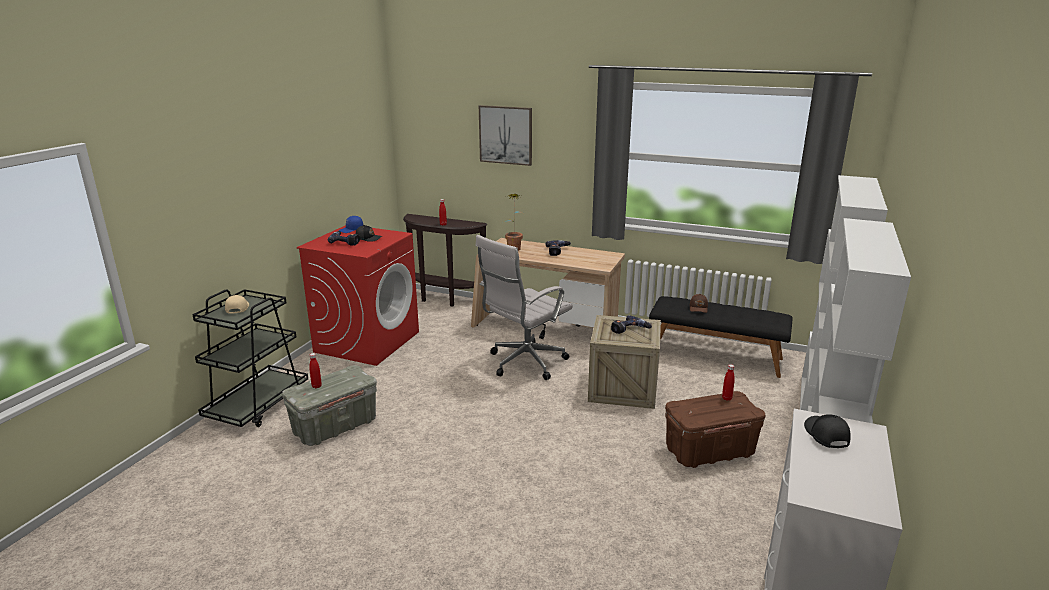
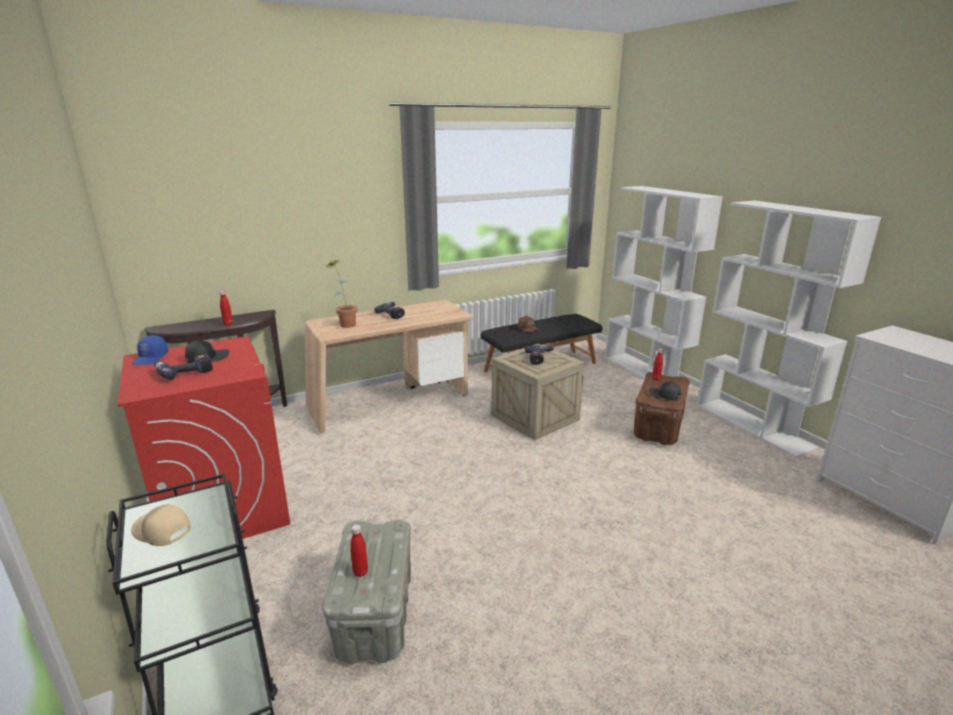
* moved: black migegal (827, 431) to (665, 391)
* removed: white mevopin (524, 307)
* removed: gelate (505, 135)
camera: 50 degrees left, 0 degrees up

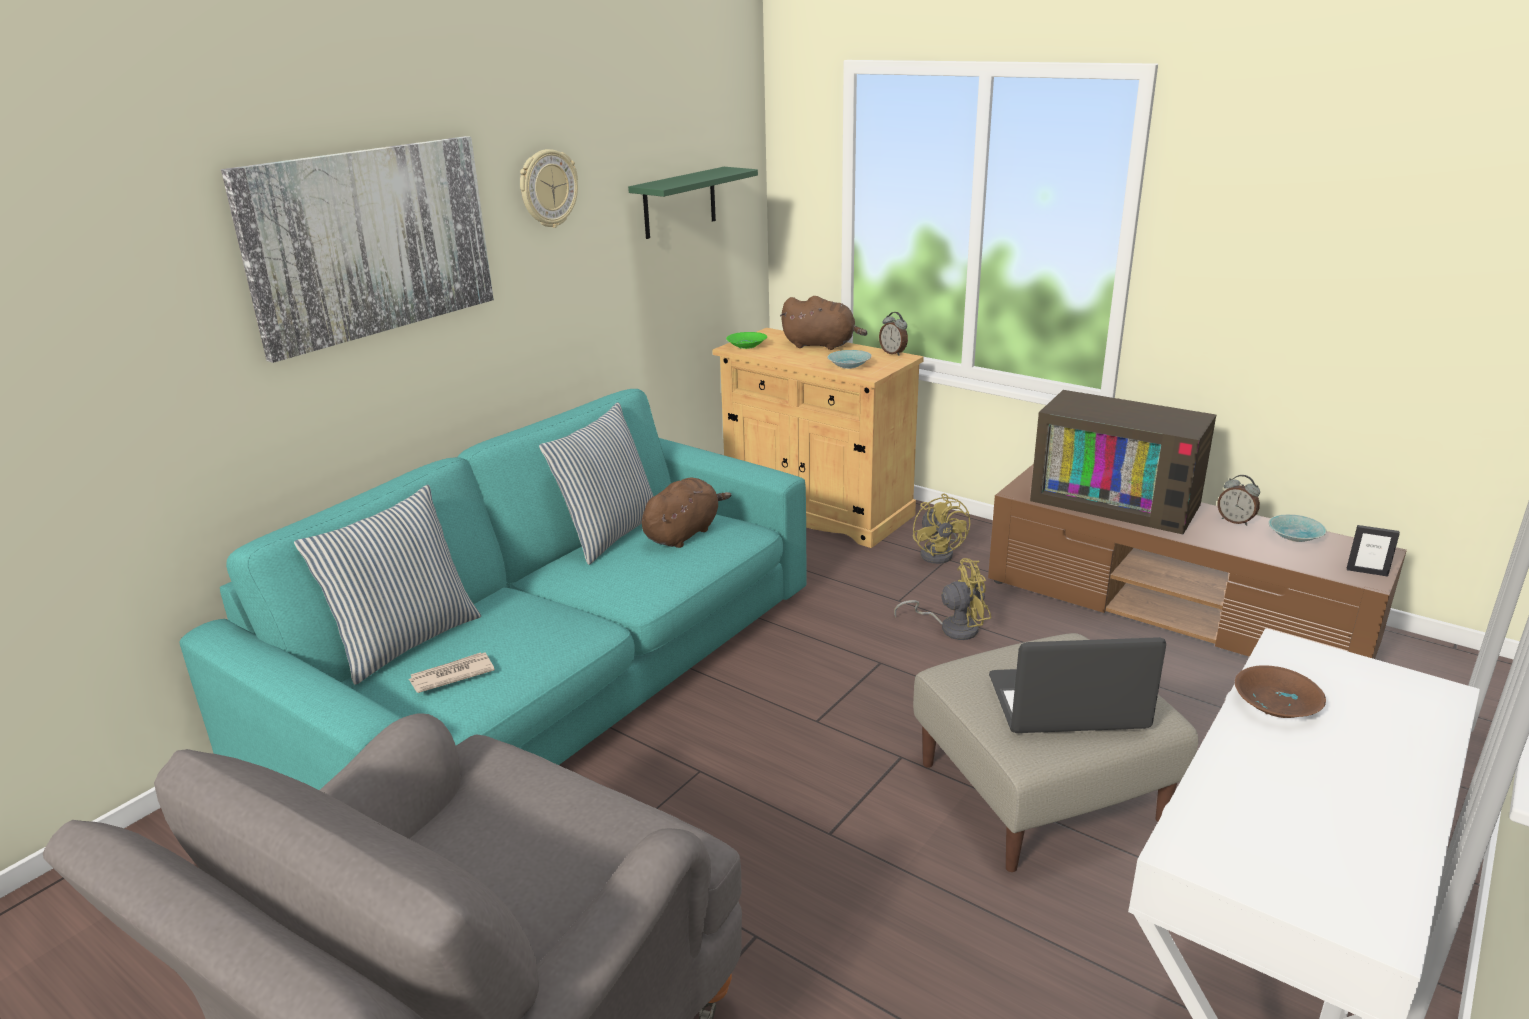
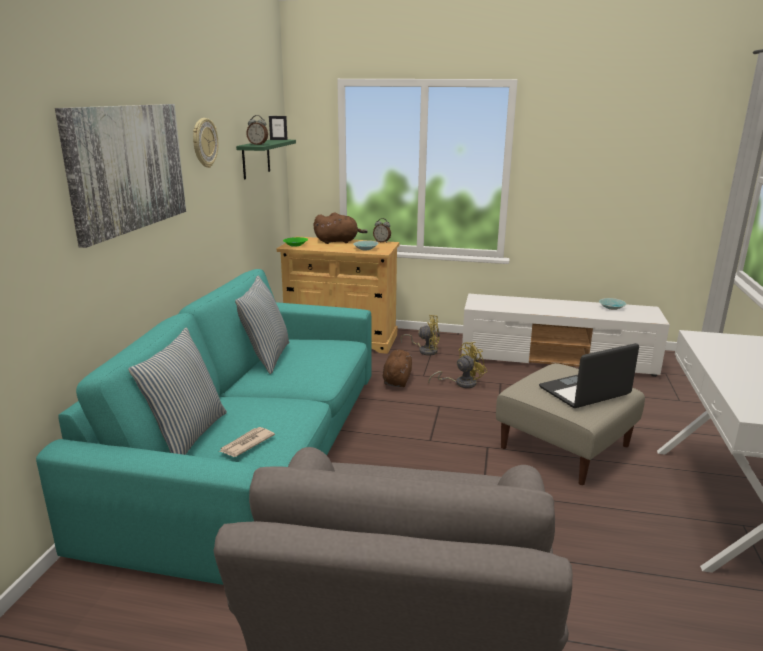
* moved: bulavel (1239, 500) to (257, 130)
* moved: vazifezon (1373, 551) to (278, 128)
* moved: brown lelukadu (687, 513) to (397, 368)
* turned: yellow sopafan (941, 528) = (420, 335) 45 degrees counterclockwise
* recoloured: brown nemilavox (1197, 561) to white nemilavox (566, 335)
* removed: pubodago (1123, 462)
* removed: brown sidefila (1280, 691)
camera: 25 degrees left, 5 degrees down

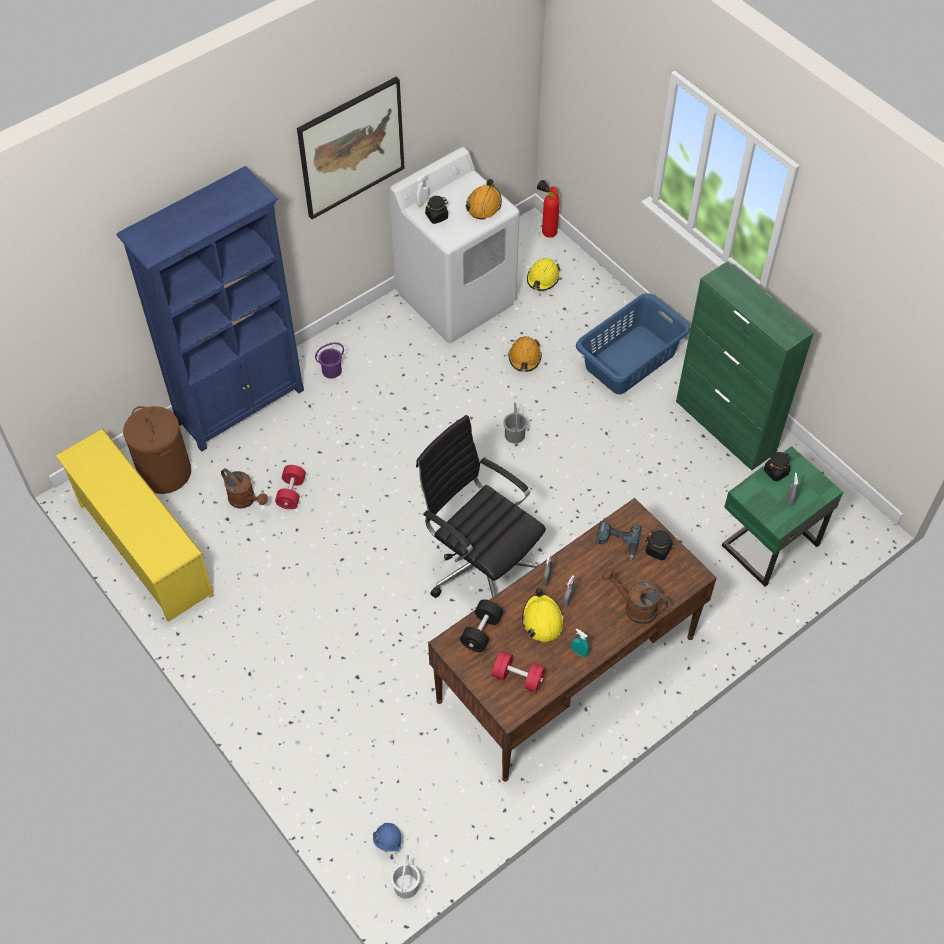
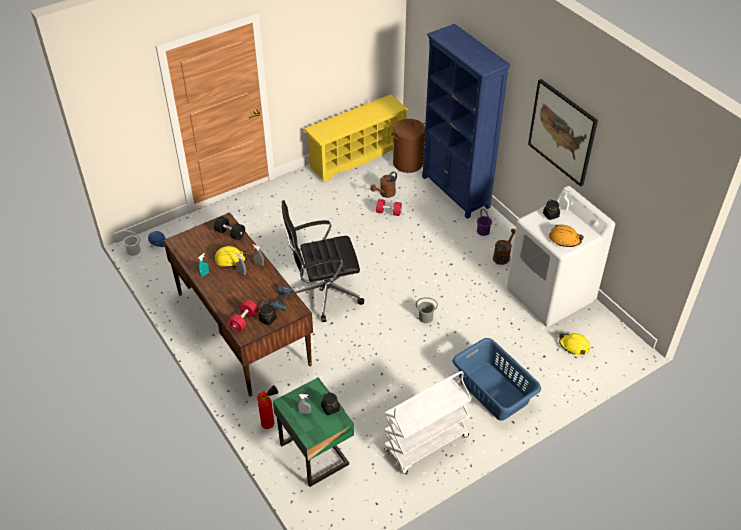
* moved: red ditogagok (518, 672) to (242, 315)
* moved: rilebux (548, 209) to (267, 407)
* turned: black mevopin (481, 506) = (323, 261) 150 degrees counterclockwise
* replaced: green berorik (745, 366) to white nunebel (427, 422)
* moved: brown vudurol (635, 596) to (504, 247)
* removed: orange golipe (525, 354)
camera: 95 degrees right, 10 degrees down

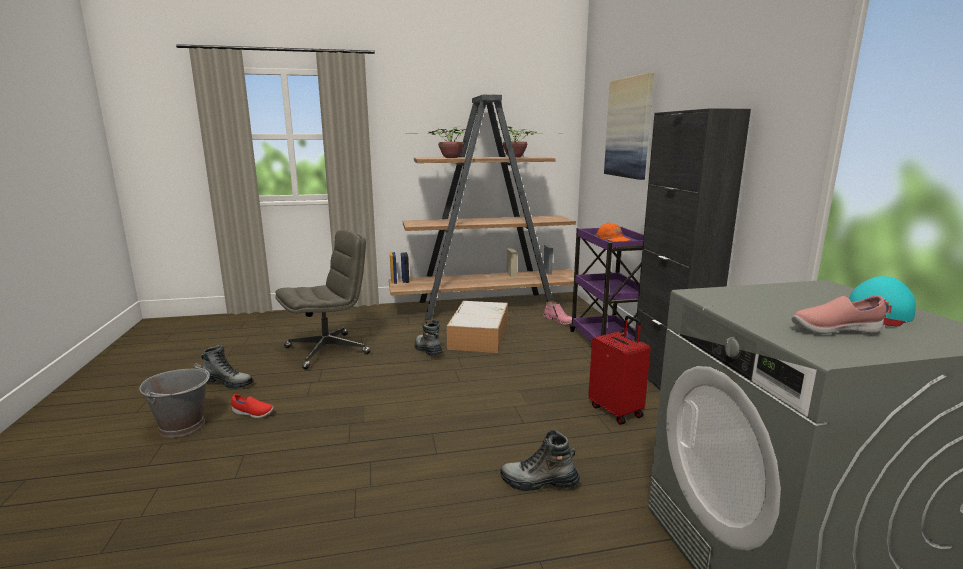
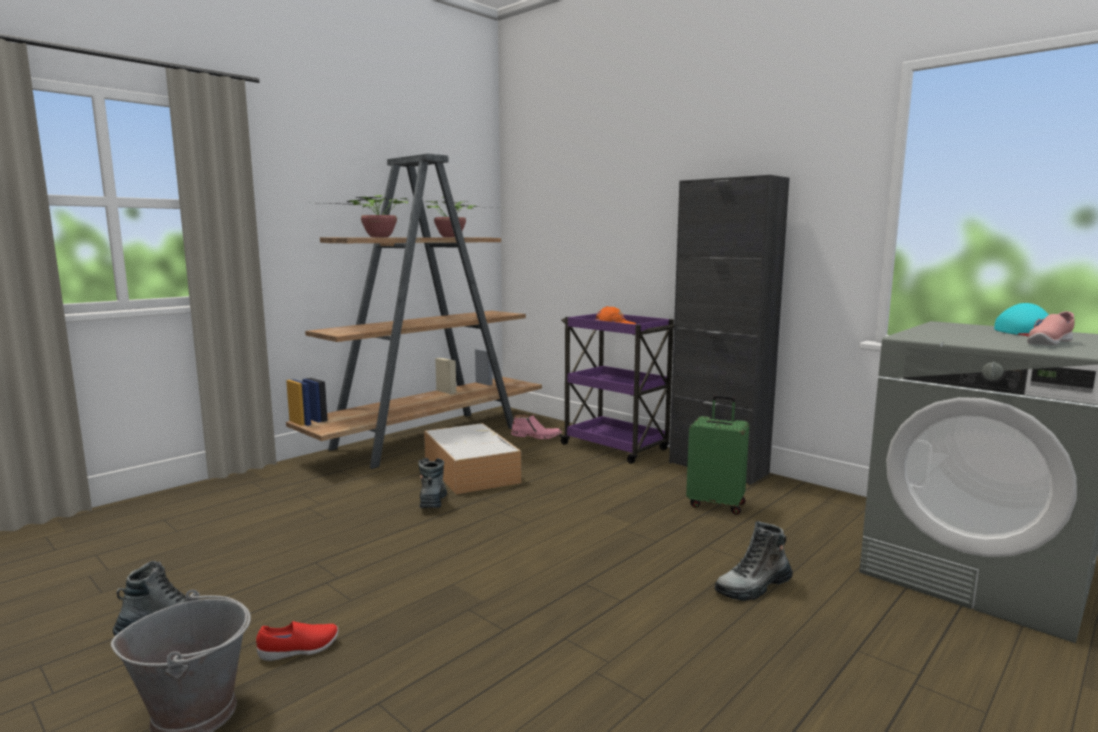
* turned: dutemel (428, 337) = (432, 483) 60 degrees clockwise
* recoloured: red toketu (620, 370) to green toketu (717, 455)
* removed: grey mevopin (322, 300)
* removed: gelate (629, 126)
camera: 35 degrees left, 5 degrees down

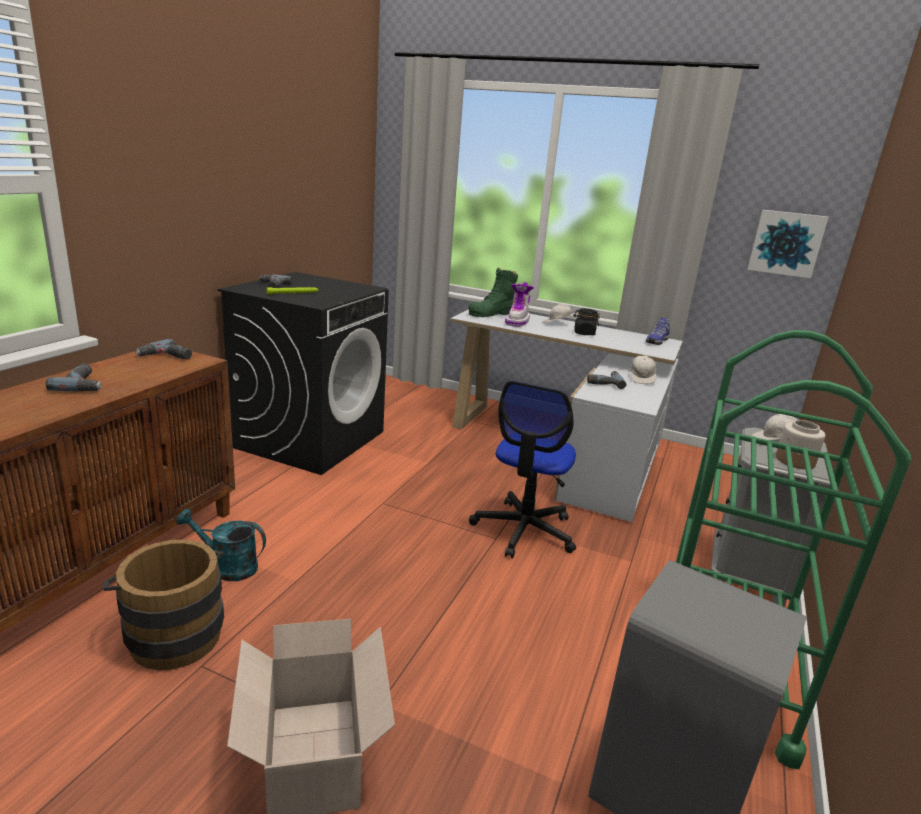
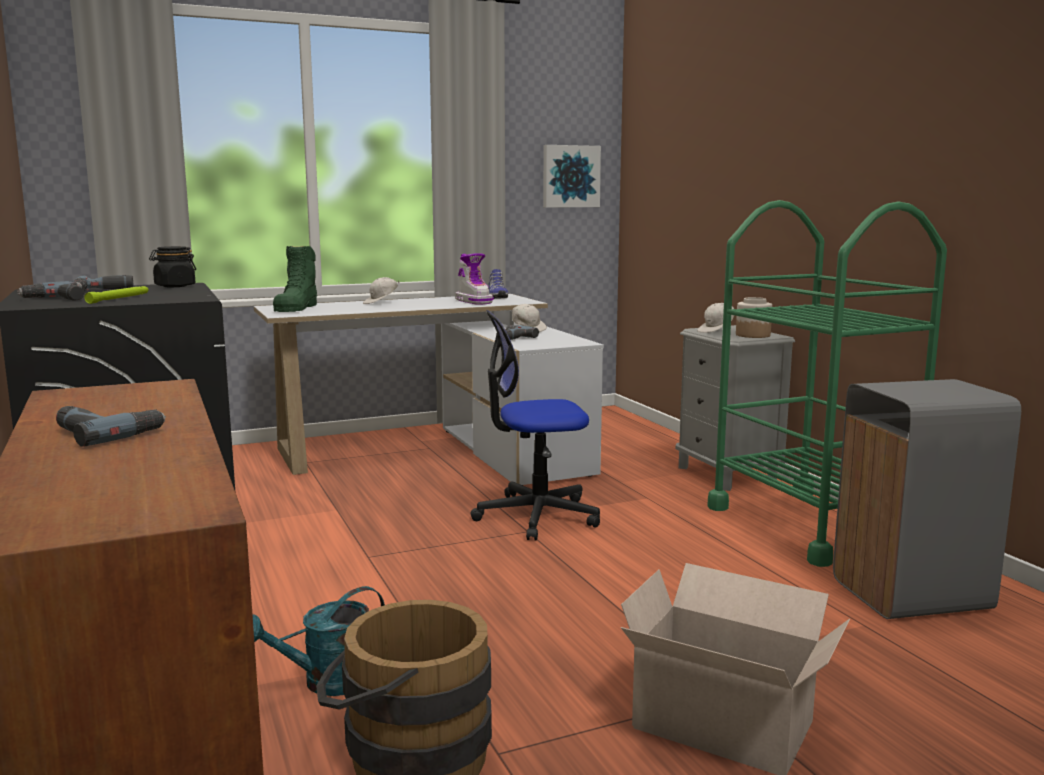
* moved: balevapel (163, 349) to (104, 283)
* moved: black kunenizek (586, 321) to (172, 266)
* moved: dutemel (519, 304) to (474, 279)
* turned: mevopin (522, 469) = (535, 425) 105 degrees clockwise
camera: 45 degrees left, 10 degrees down

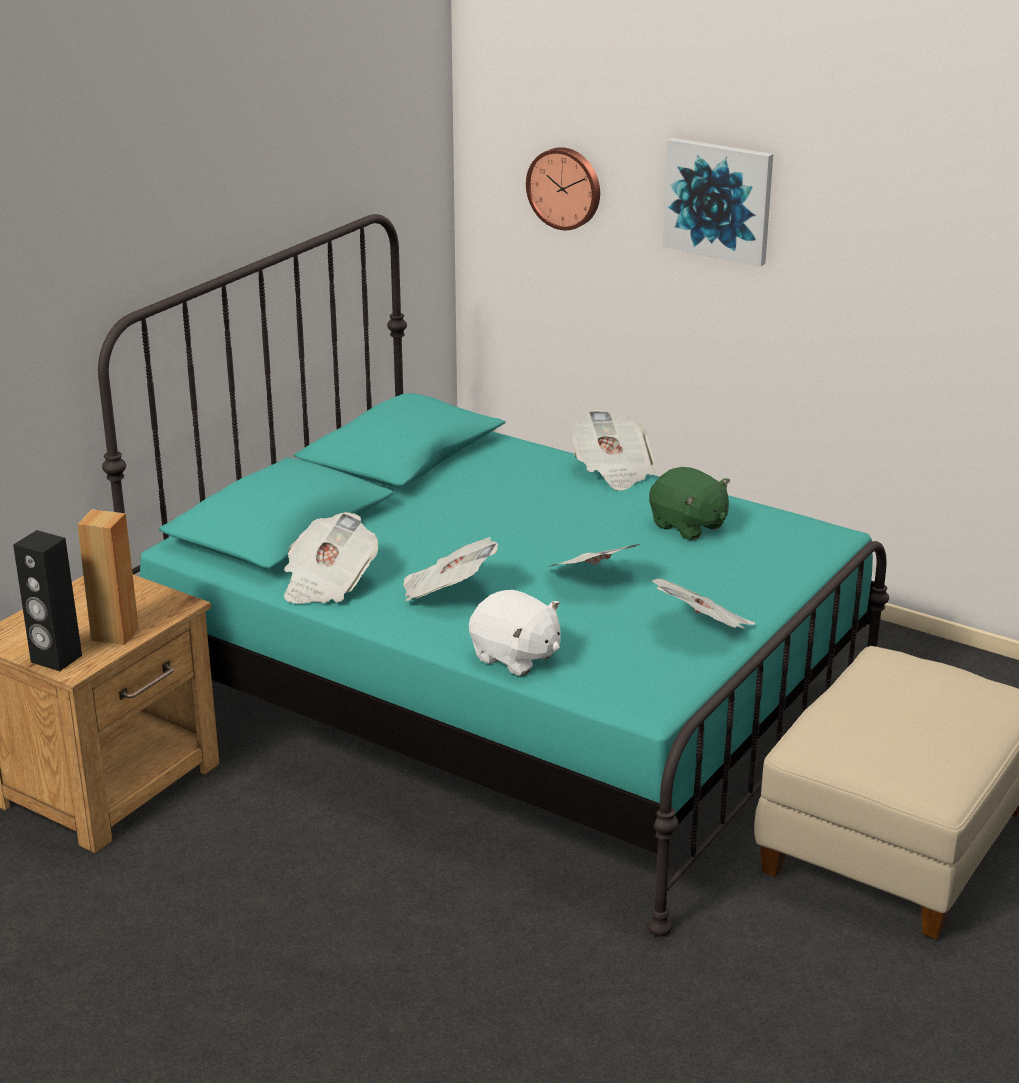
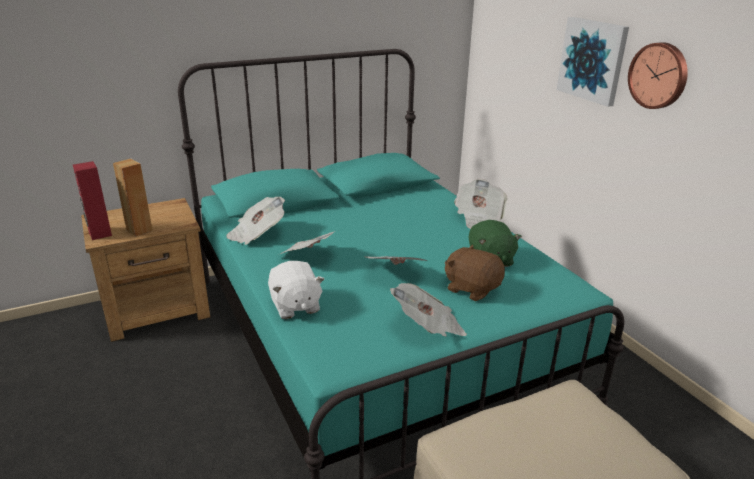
* recoloured: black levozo (47, 600) to red levozo (92, 200)
* added: brown lelukadu (475, 273)
* moved: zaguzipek (563, 188) to (658, 75)
camera: 30 degrees right, 0 degrees up

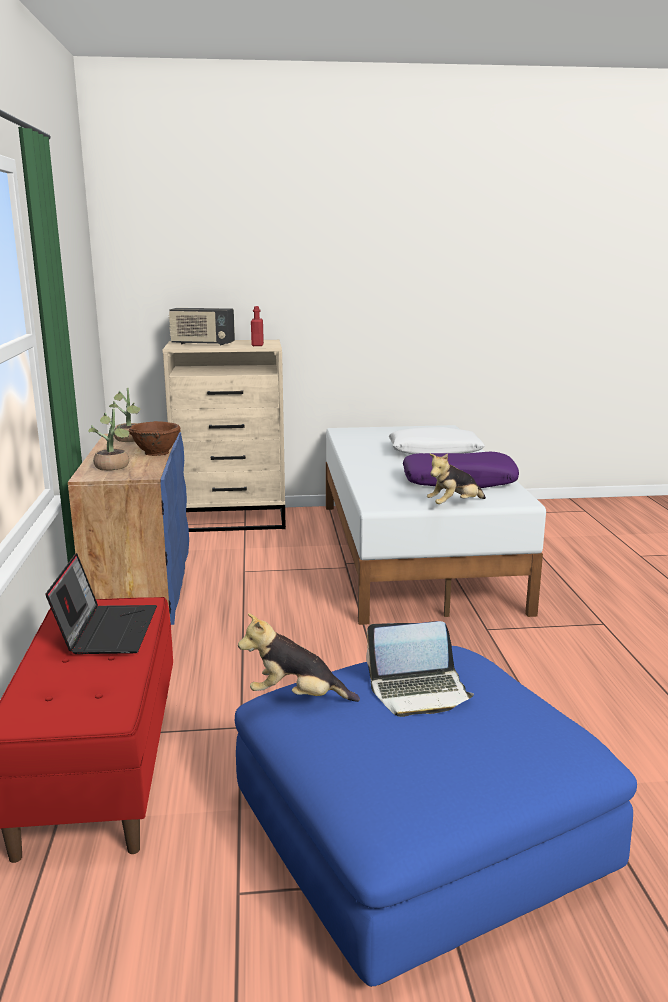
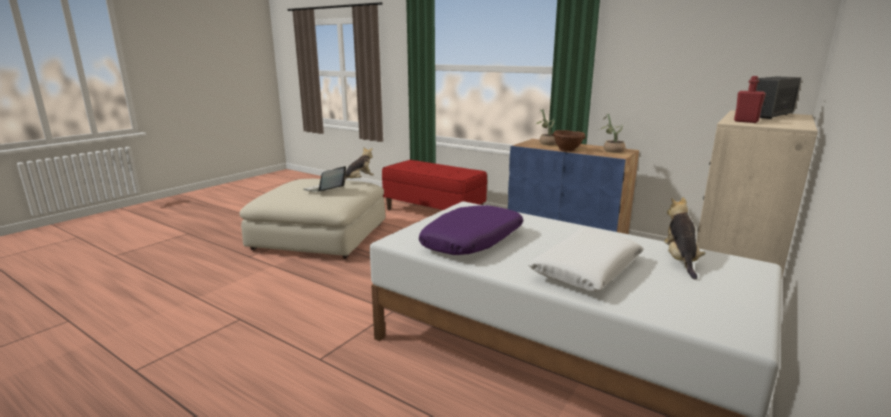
* recoloured: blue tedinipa (436, 816) to beige tedinipa (313, 219)
* moved: lelukadu (456, 479) to (685, 238)
* removed: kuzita (101, 603)
camera: 130 degrees right, 0 degrees up

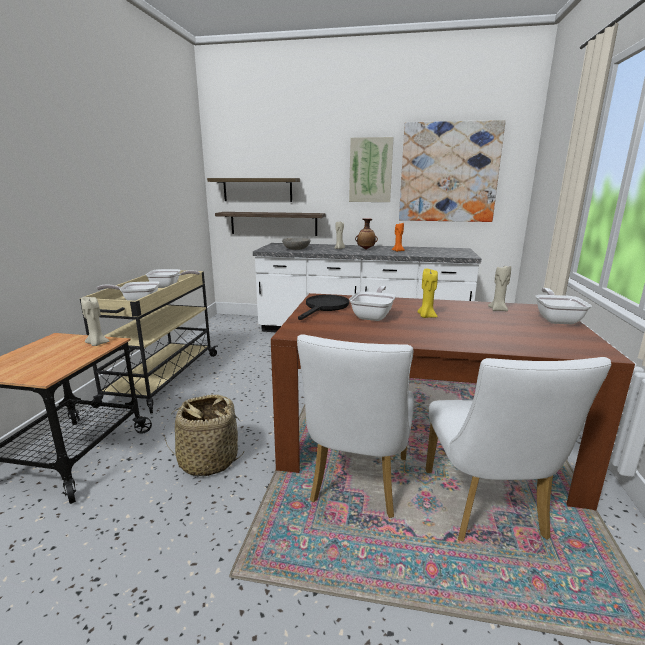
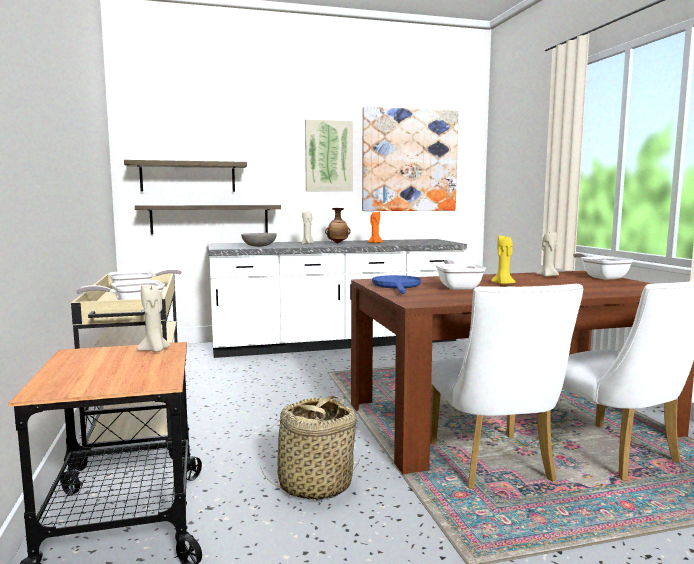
* recoloured: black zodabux (323, 307) to blue zodabux (396, 284)
camera: 25 degrees left, 10 degrees down

